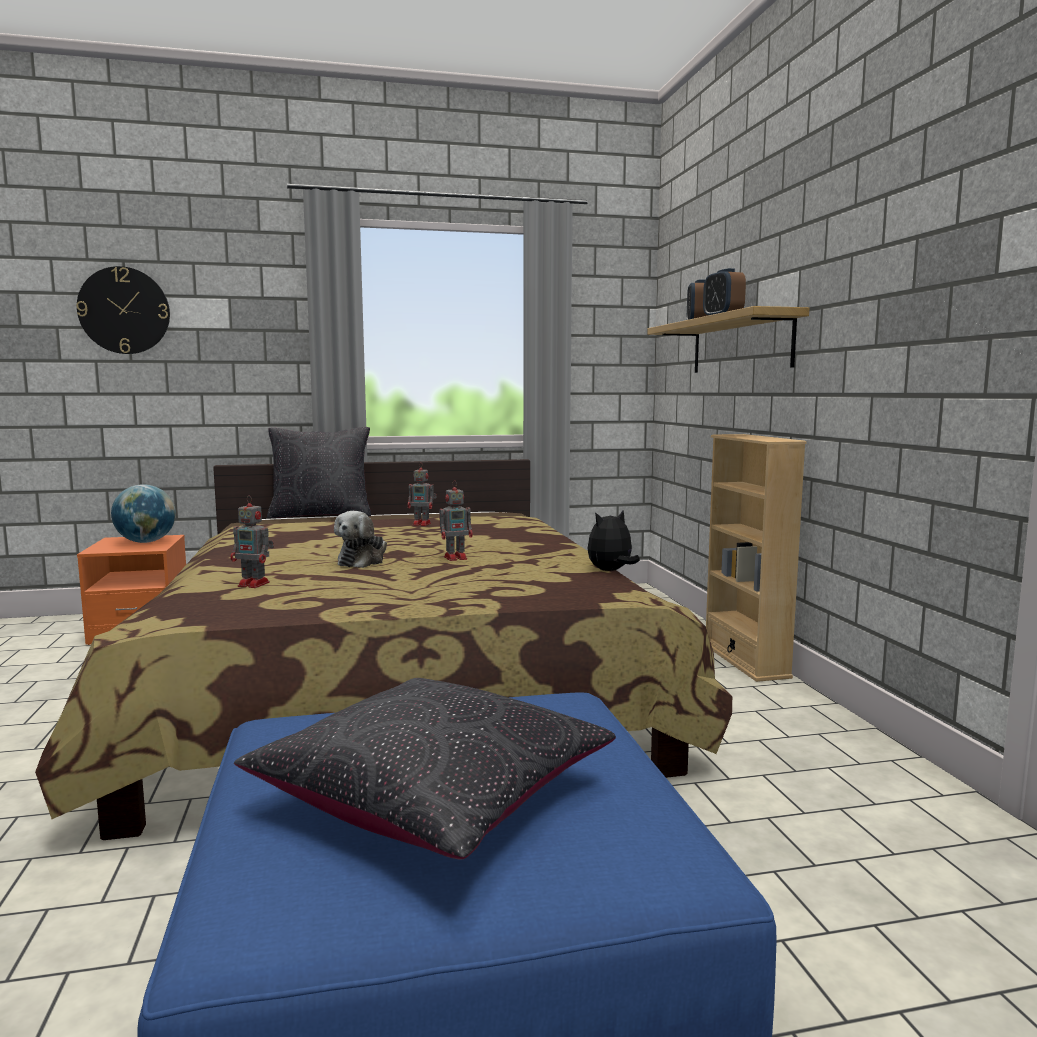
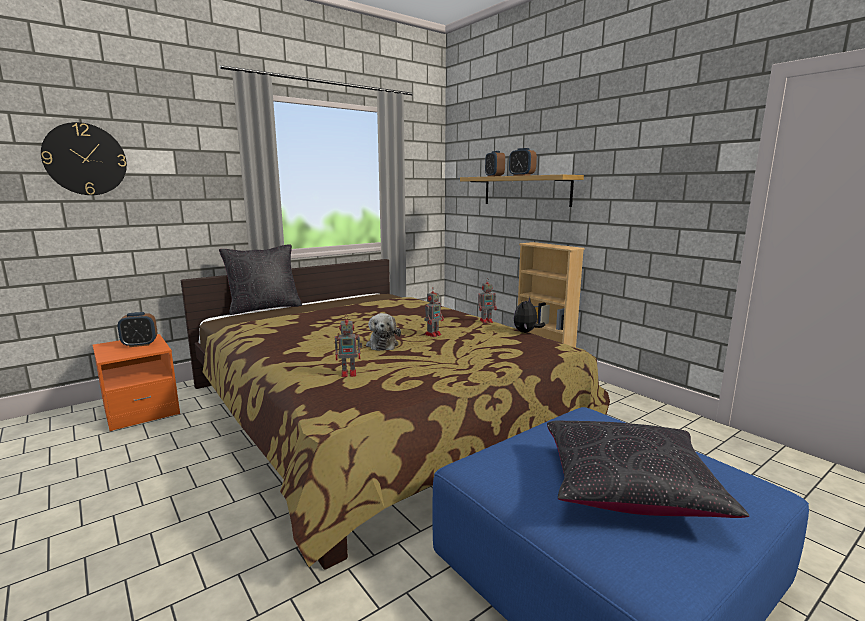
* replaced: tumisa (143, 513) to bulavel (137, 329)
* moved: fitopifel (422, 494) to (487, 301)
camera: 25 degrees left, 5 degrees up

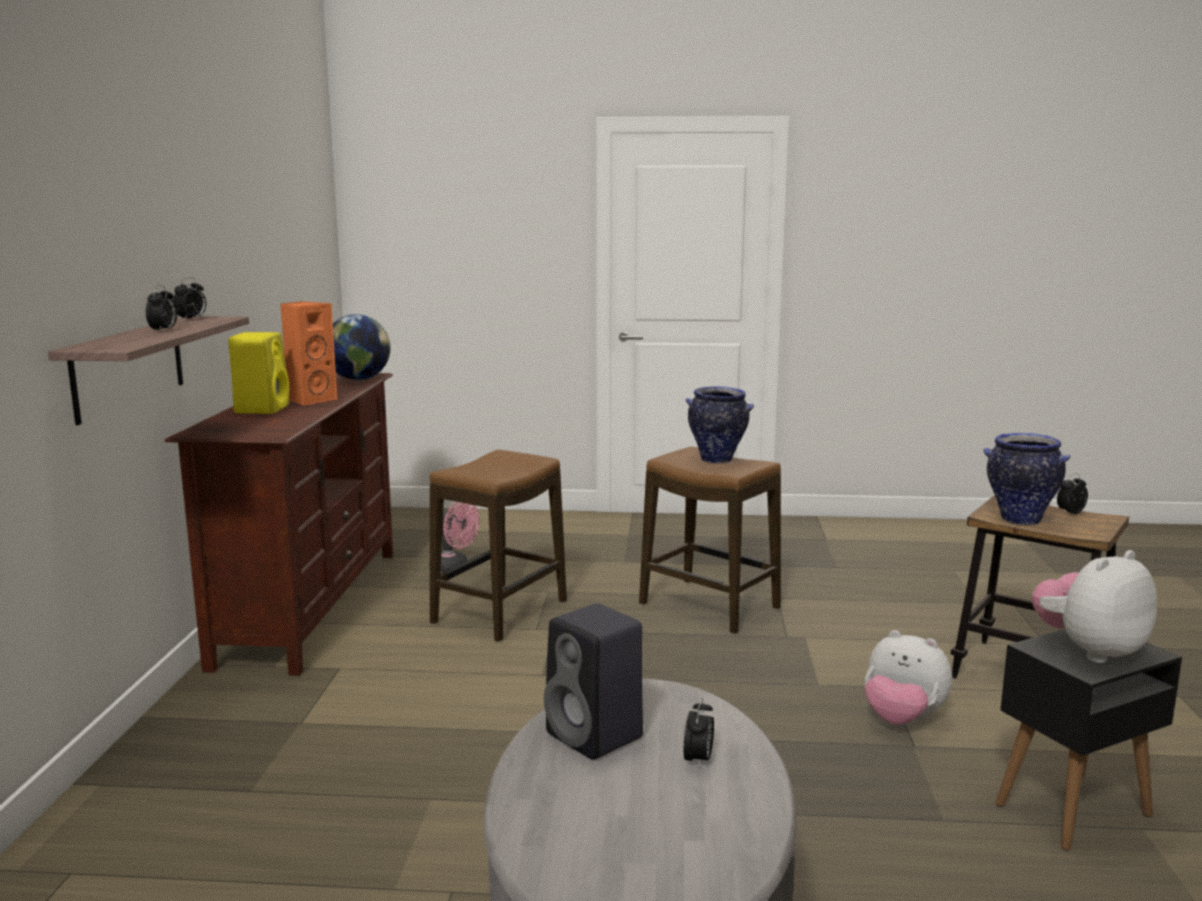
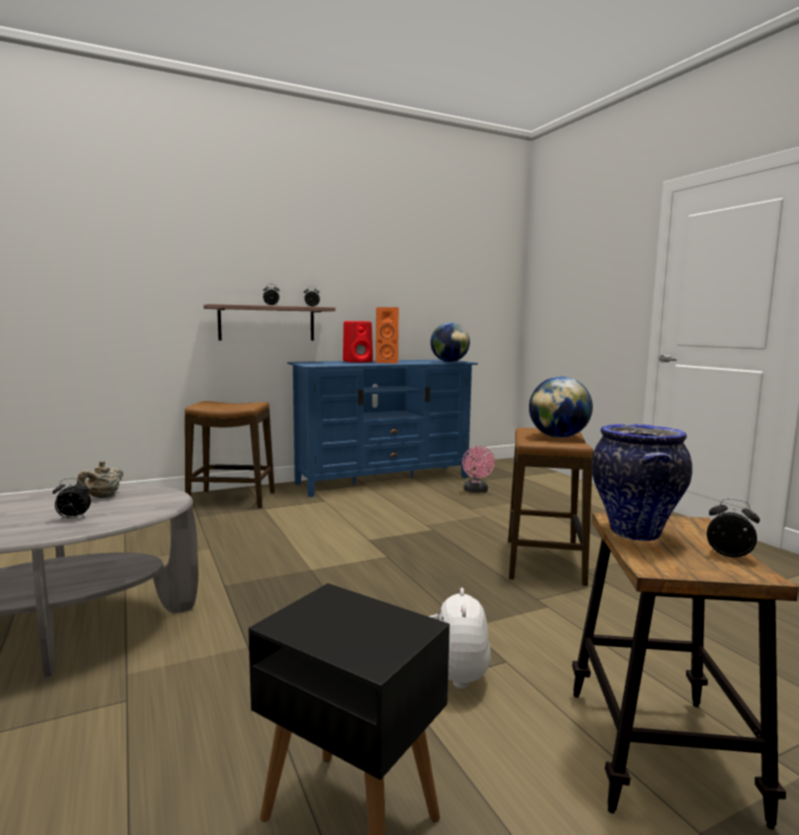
* replaced: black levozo (593, 681) to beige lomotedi (100, 479)
* moved: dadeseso (498, 546) to (230, 455)
* recoloured: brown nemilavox (278, 524) to blue nemilavox (382, 428)
* recoloured: yellow levozo (258, 373) to red levozo (358, 342)
* replaced: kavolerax (720, 424) to tumisa (561, 407)
* removed: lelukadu (1094, 606)
camera: 60 degrees right, 5 degrees down

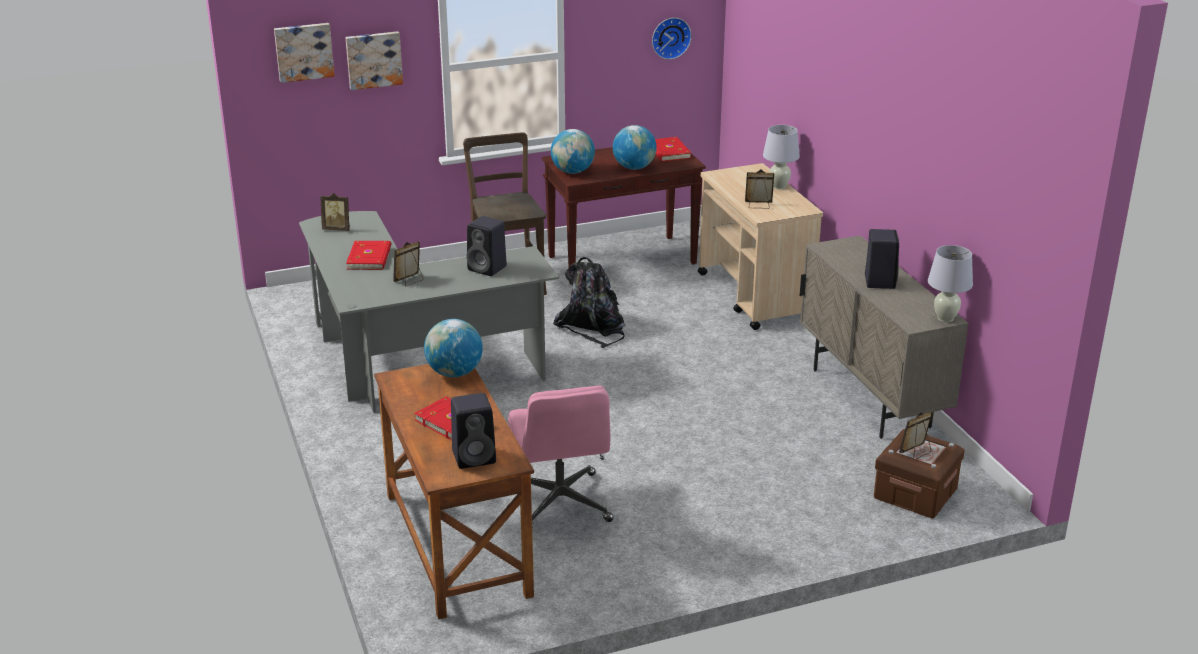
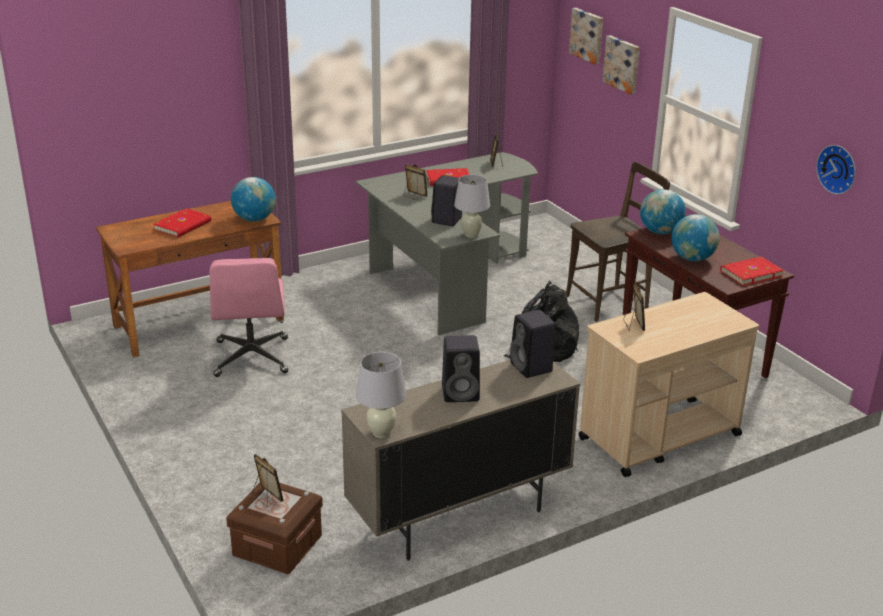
* turned: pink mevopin (560, 457) = (249, 317) 75 degrees counterclockwise
* moved: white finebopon (781, 157) to (472, 206)
* moved: black levozo (473, 431) to (532, 344)
camera: 80 degrees right, 0 degrees up

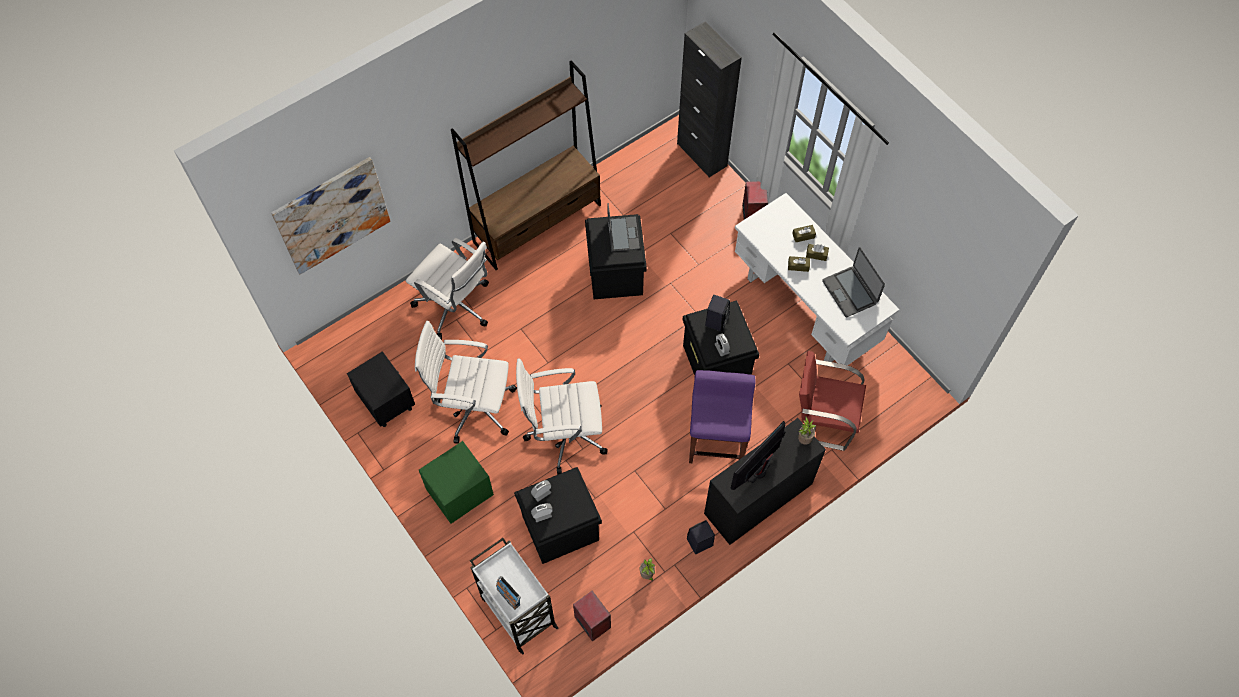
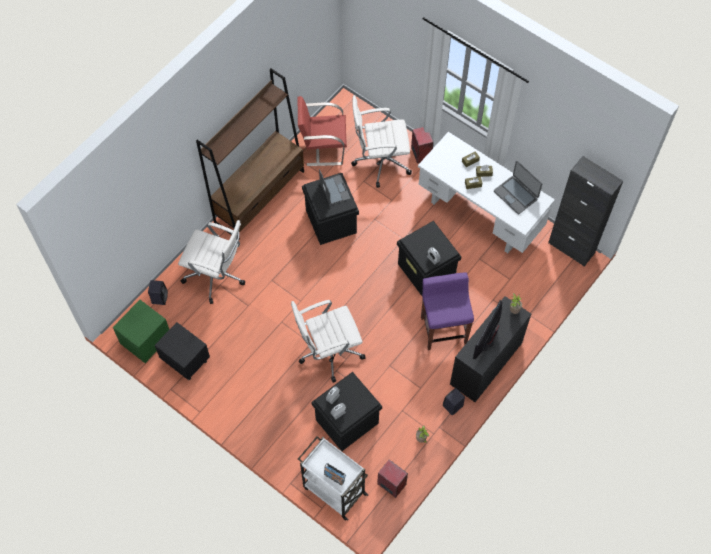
* moved: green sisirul (456, 482) to (141, 331)
* moved: black levozo (717, 313) to (158, 292)
* moved: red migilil (832, 401) to (322, 131)
* moved: white mevopin (466, 382) to (381, 141)
* moved: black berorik (709, 99) to (585, 211)
* removed: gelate (330, 215)
camera: 15 degrees left, 0 degrees up

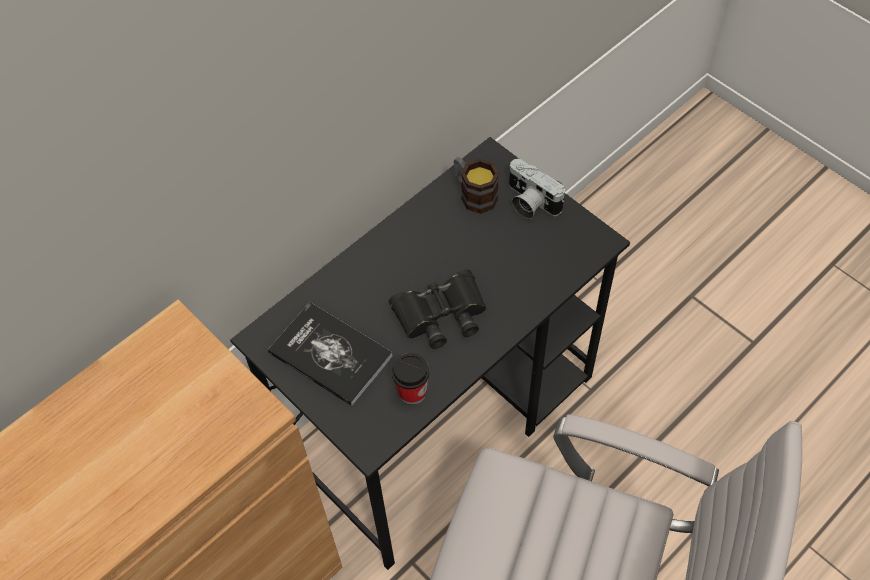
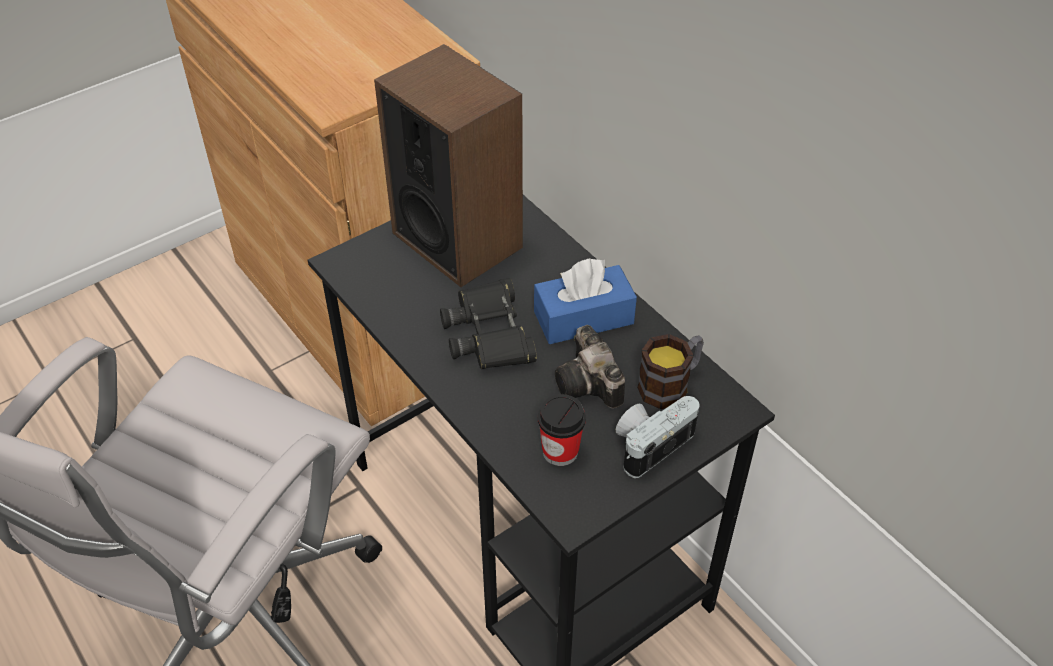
* replaced: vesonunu (330, 354) to levozo (448, 165)
* added: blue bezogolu (585, 301)
* moved: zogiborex (411, 379) to (562, 430)
* added: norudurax (590, 367)
camera: 95 degrees right, 10 degrees down

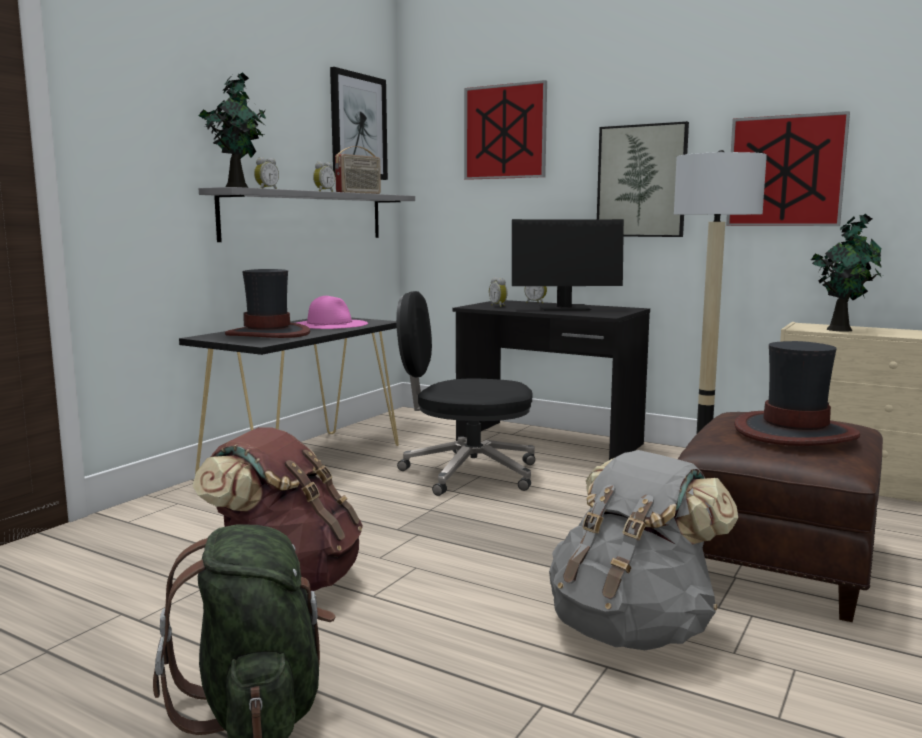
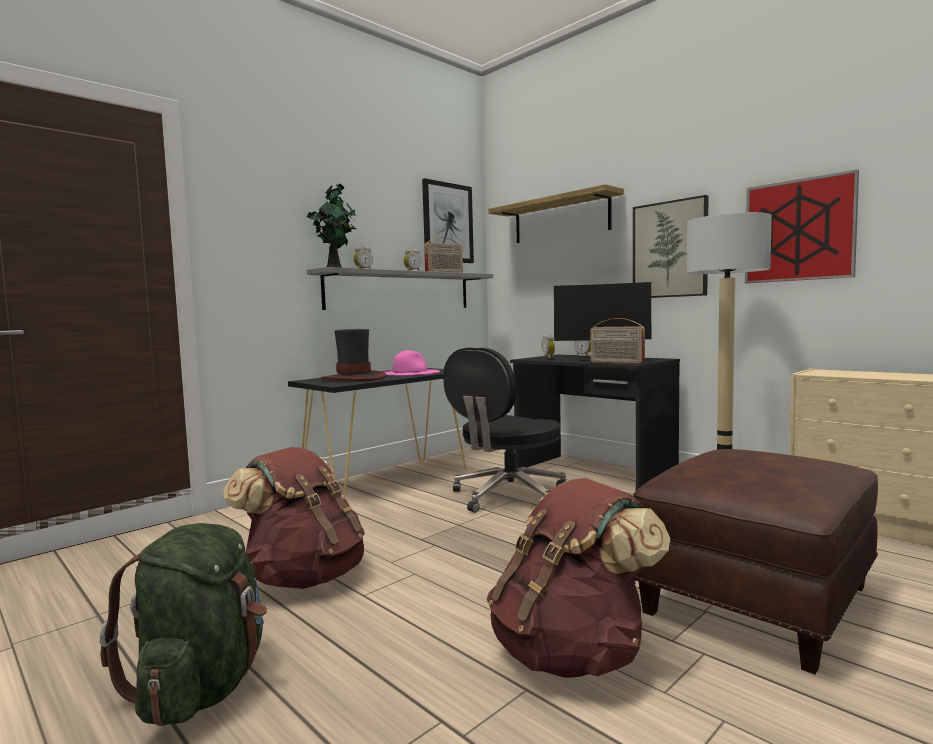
* turned: black mevopin (465, 393) = (504, 430) 75 degrees counterclockwise
* recoloured: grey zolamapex (643, 550) to brown zolamapex (578, 578)
* replaced: gelate (505, 130) to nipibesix (556, 213)
* added: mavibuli (618, 341)
* removed: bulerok (797, 393)
* removed: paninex (846, 273)
camera: 15 degrees right, 5 degrees down

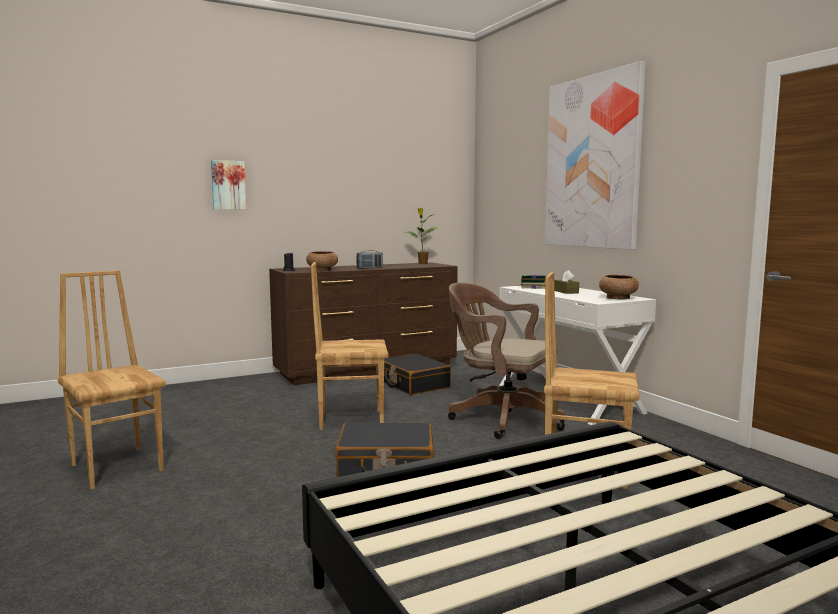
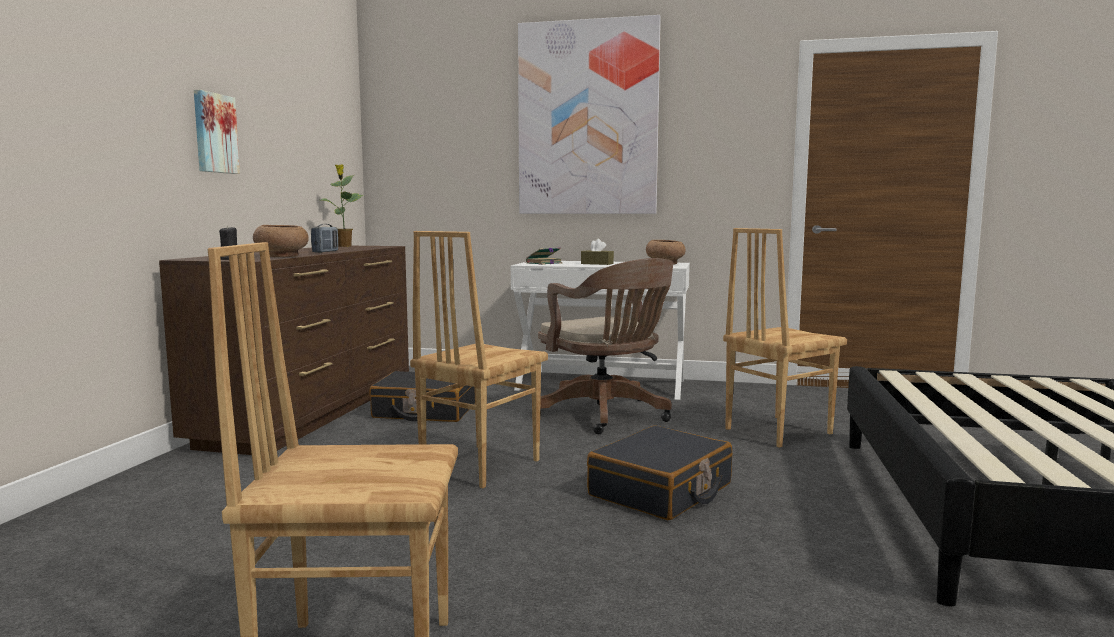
* moved: gelate (229, 185) to (217, 132)
* turned: brown mevopin (507, 361) = (605, 346) 105 degrees counterclockwise
camera: 50 degrees left, 0 degrees up

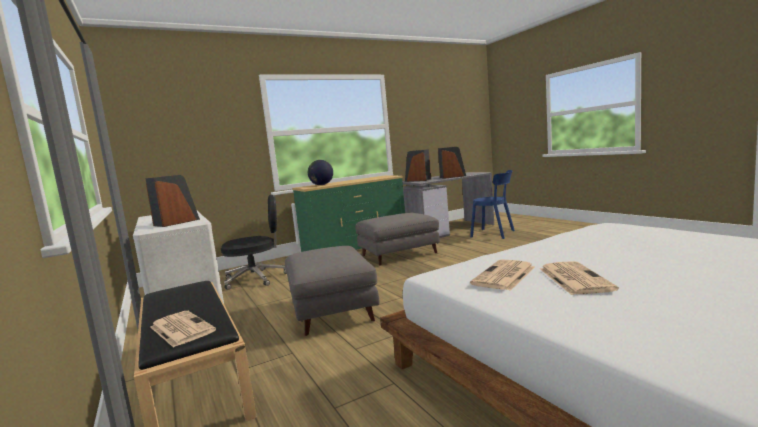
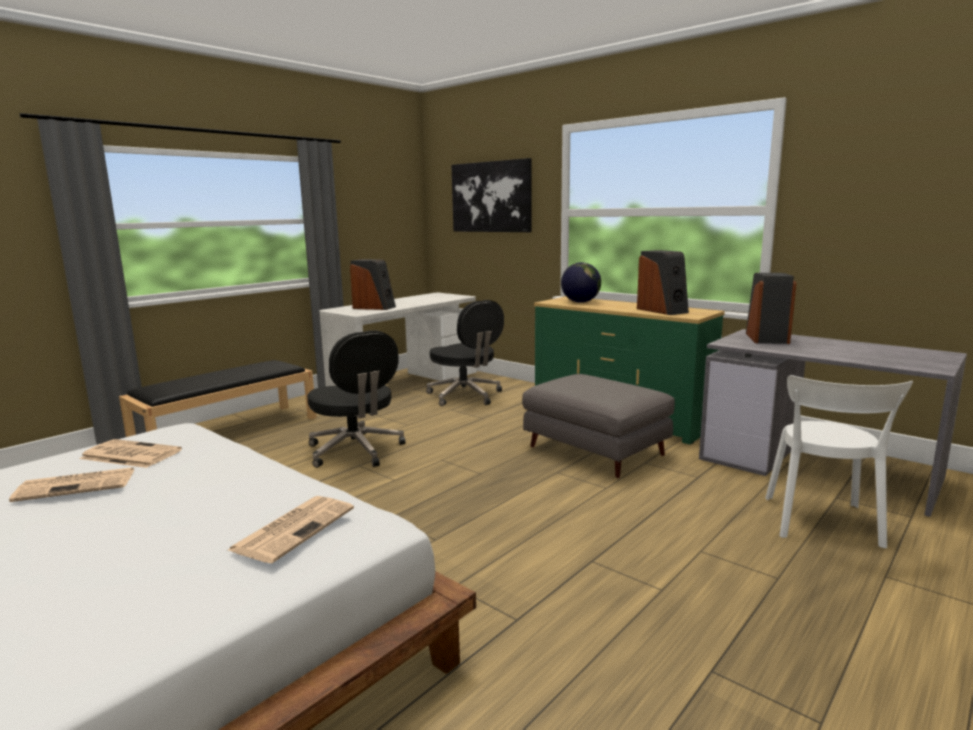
* moved: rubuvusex (183, 329) to (291, 529)
* replaced: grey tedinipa (332, 291) to black mevopin (356, 399)
* added: gelate (491, 195)
* moved: levozo (452, 163) to (663, 282)
* recoloured: blue migilil (492, 204) to white migilil (839, 461)
camera: 70 degrees right, 5 degrees up

